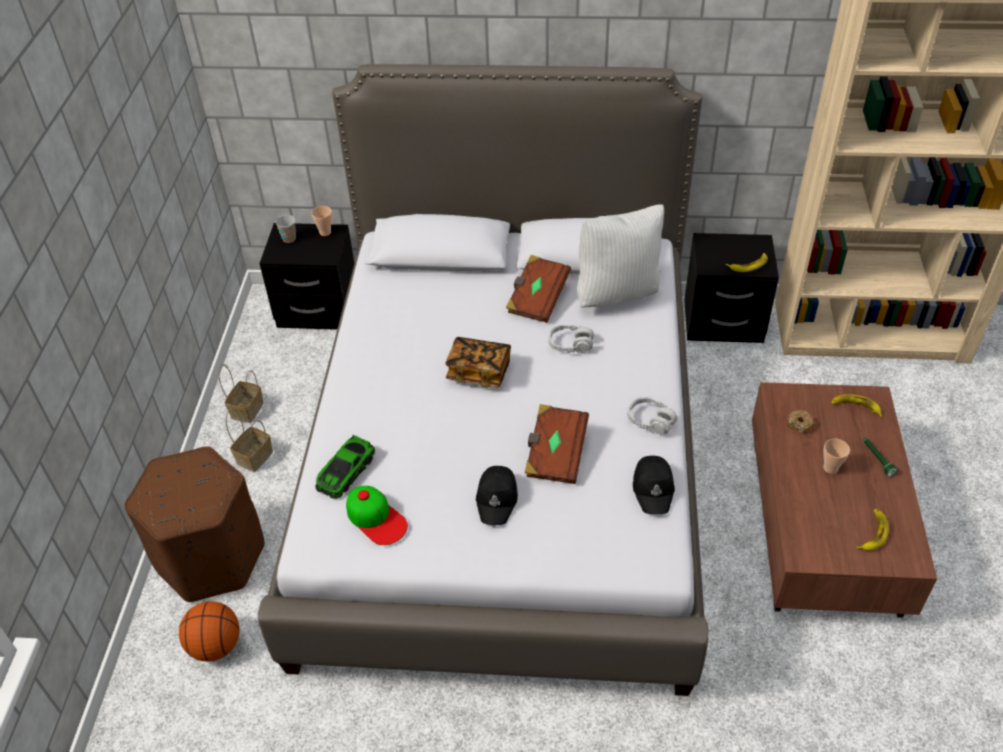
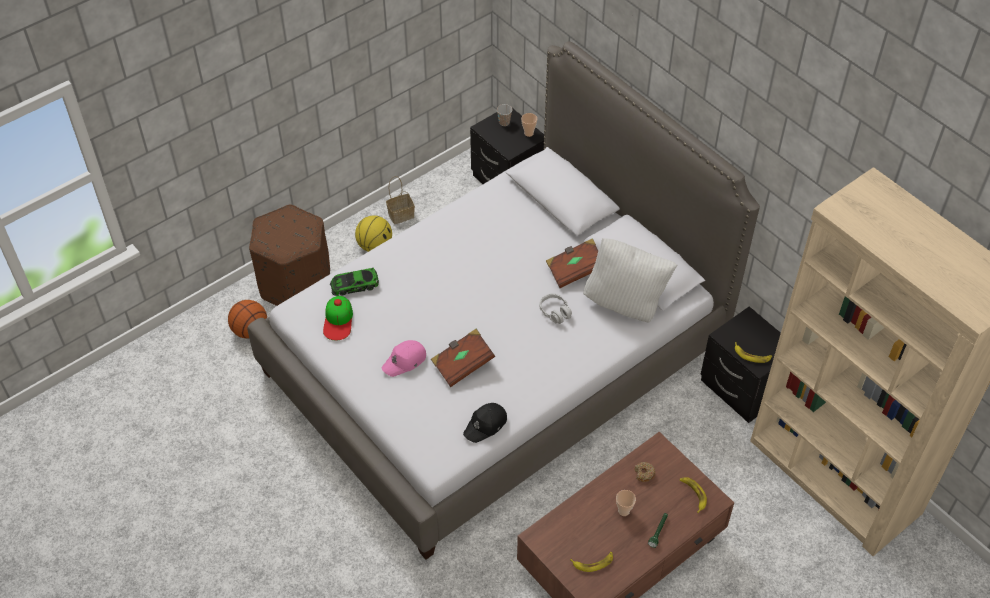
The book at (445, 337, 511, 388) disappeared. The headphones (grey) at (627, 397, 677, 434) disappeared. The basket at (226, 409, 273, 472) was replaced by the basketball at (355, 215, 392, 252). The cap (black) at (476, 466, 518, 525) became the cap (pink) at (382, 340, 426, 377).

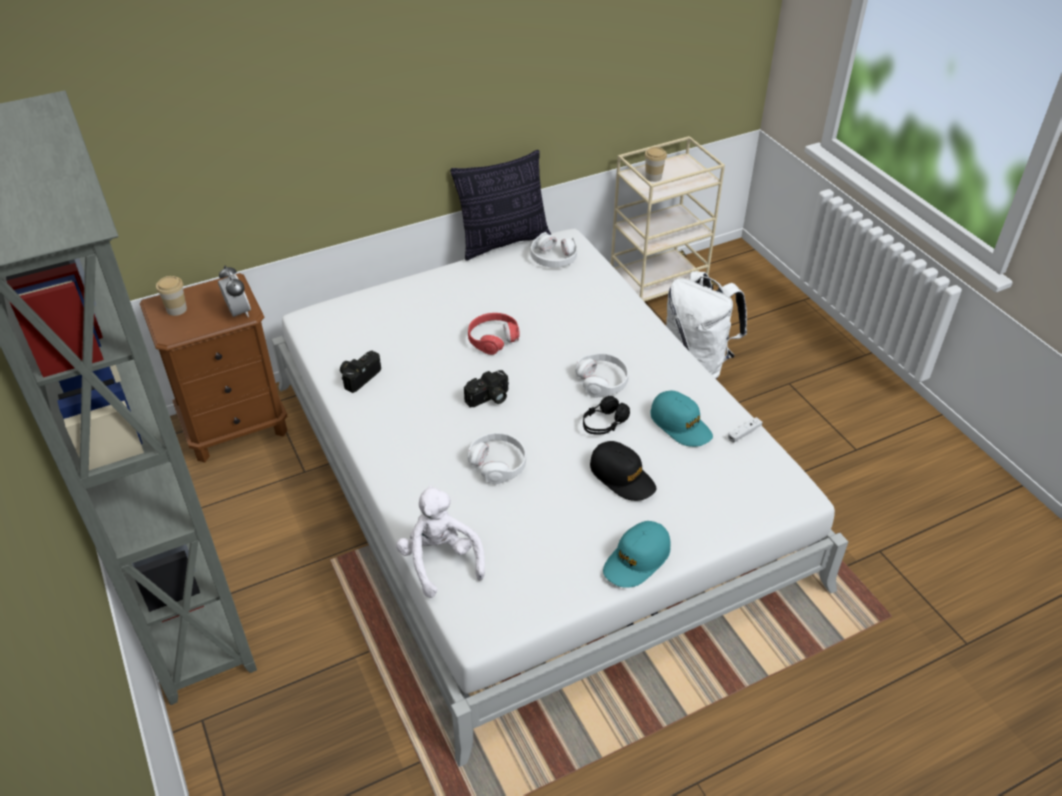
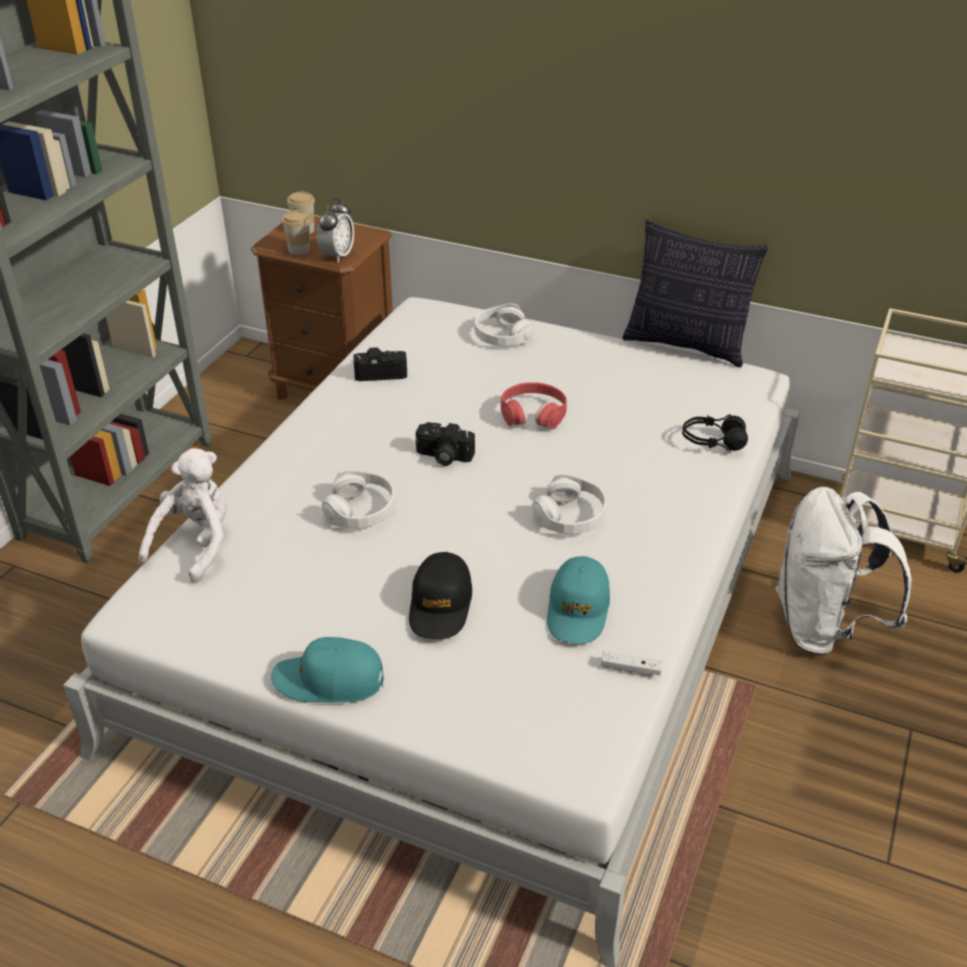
The cup moved from (645, 147, 667, 182) to (282, 210, 310, 255). The headphones (white) moved from (530, 232, 577, 268) to (474, 303, 534, 346). The headphones (black) moved from (583, 396, 630, 435) to (682, 415, 748, 451).

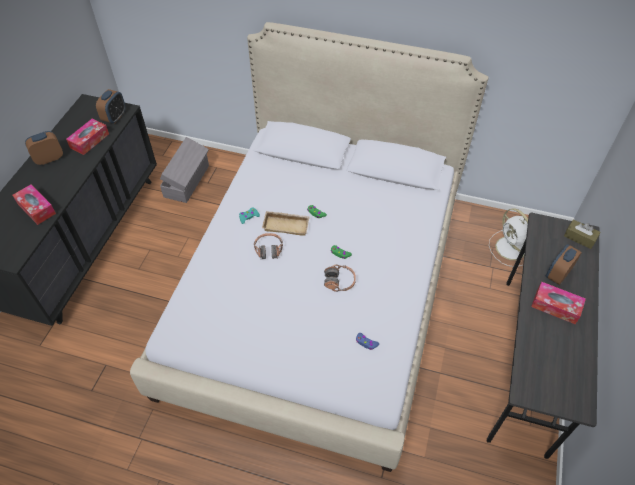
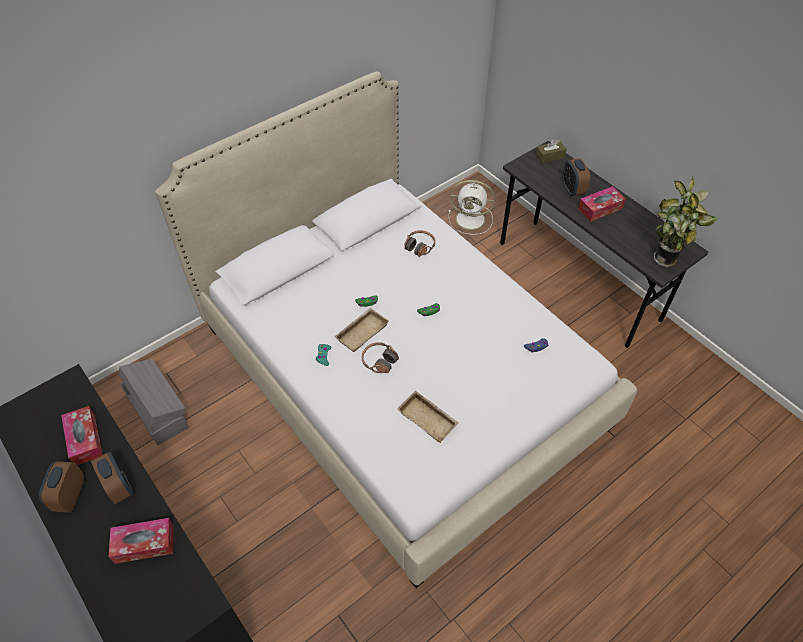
The alarm clock moved from (96, 89, 125, 123) to (91, 451, 134, 504). The headphones moved from (324, 264, 356, 292) to (404, 230, 435, 257). The potted plant at (654, 176, 718, 268) appeared. The tray (beige) at (397, 391, 459, 443) appeared.

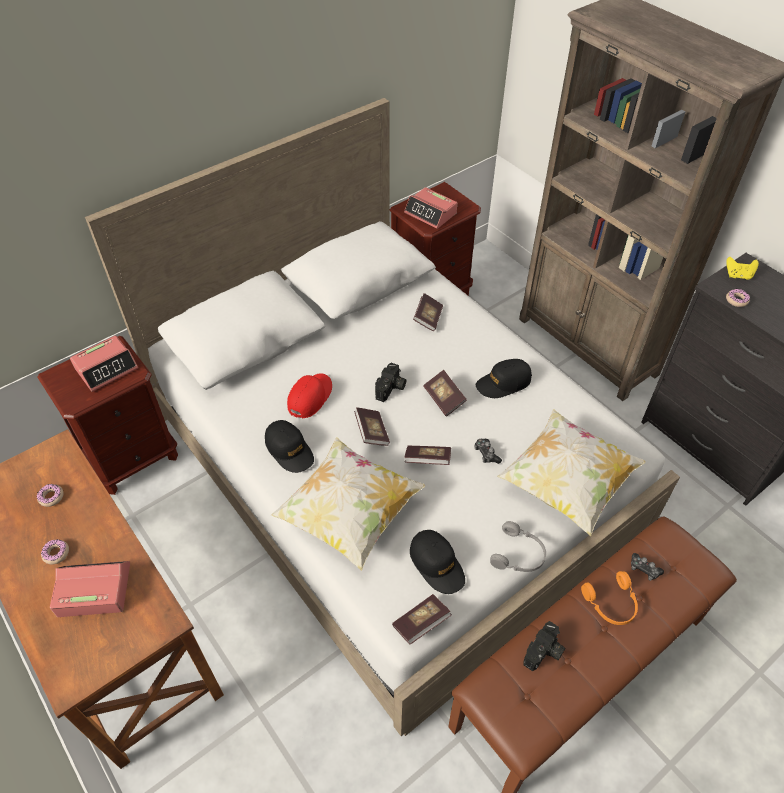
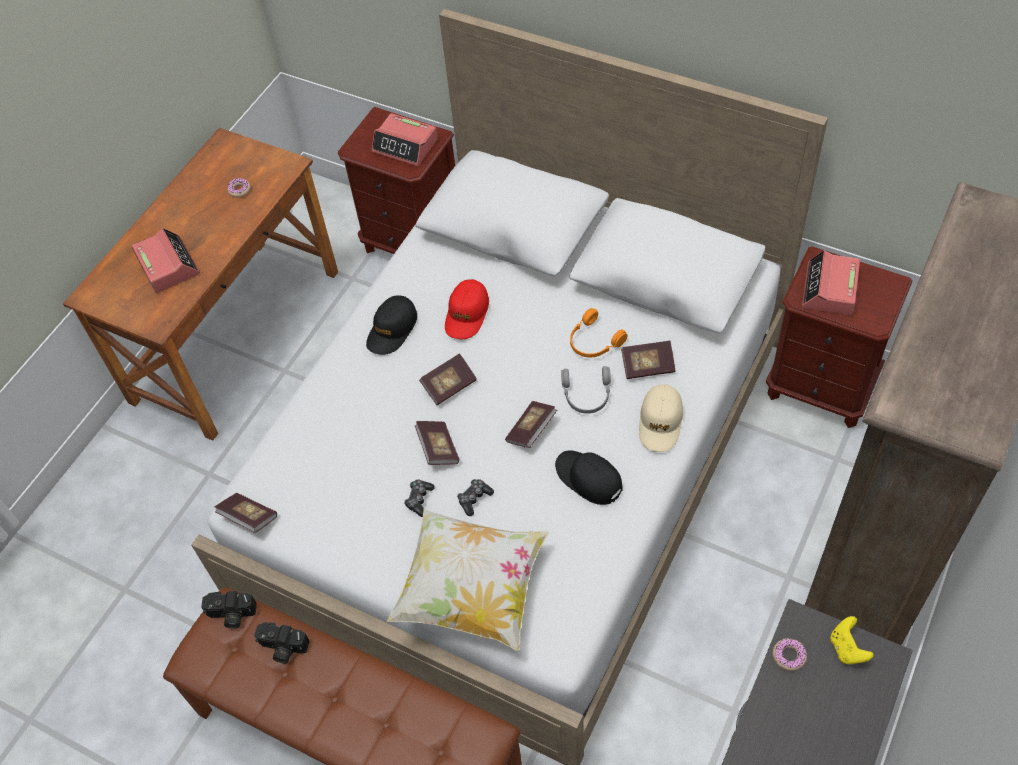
The photo camera moved from (375, 363, 406, 402) to (201, 591, 257, 629). The cap (red) at (287, 373, 332, 418) turned 105 degrees clockwise. The pillow at (271, 438, 425, 571) disappeared. The headphones (grey) moved from (490, 521, 546, 572) to (561, 366, 611, 414). The cap (black) at (410, 530, 465, 594) disappeared. The donut at (41, 540, 69, 565) disappeared. The game controller moved from (631, 553, 664, 581) to (404, 480, 435, 517). The headphones (orange) moved from (581, 571, 638, 625) to (570, 308, 627, 358). The cap (beige) at (639, 384, 683, 452) appeared.

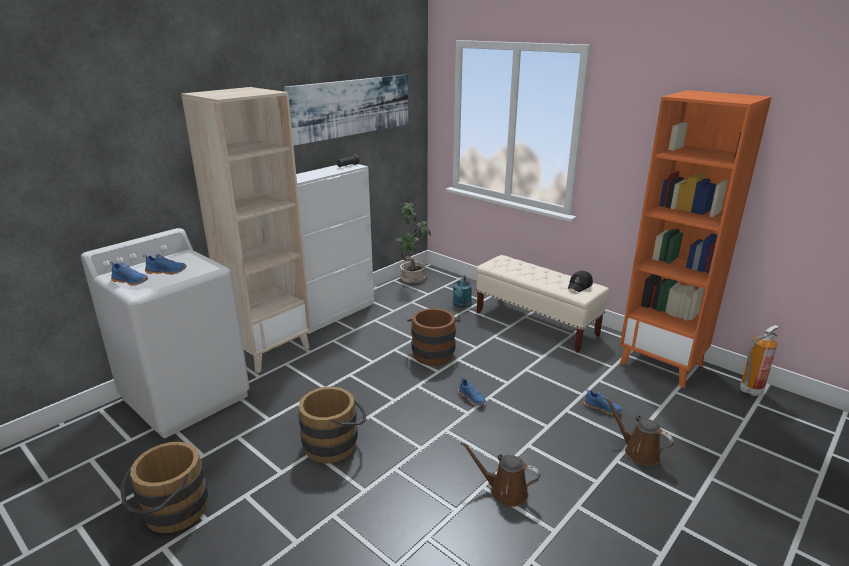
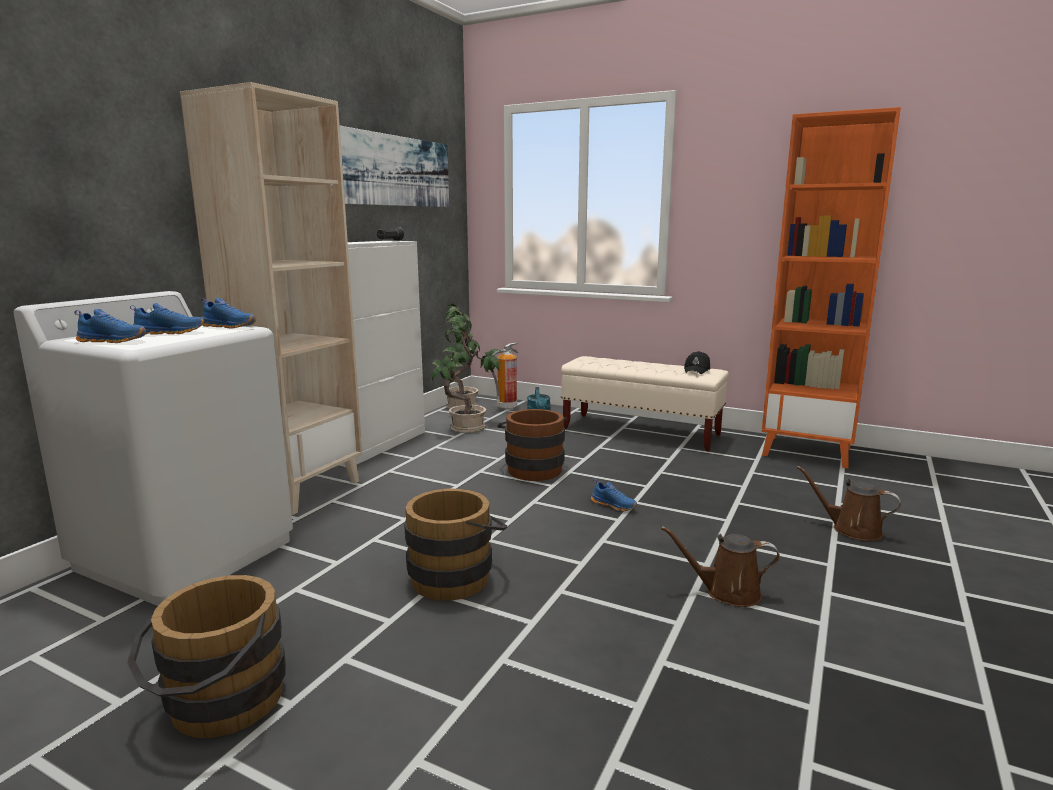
The fire extinguisher moved from (740, 325, 780, 396) to (491, 343, 519, 410). The shoe (blue) moved from (583, 389, 622, 415) to (201, 298, 256, 329). The potted plant at (432, 313, 501, 433) appeared.

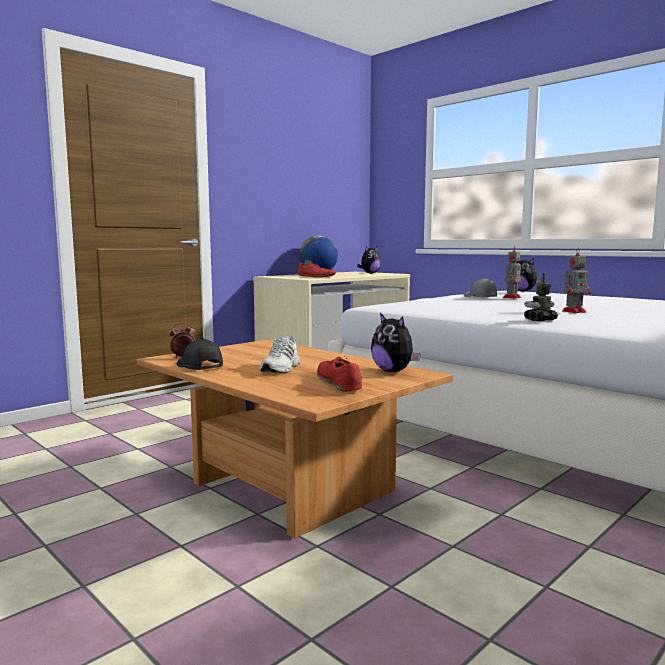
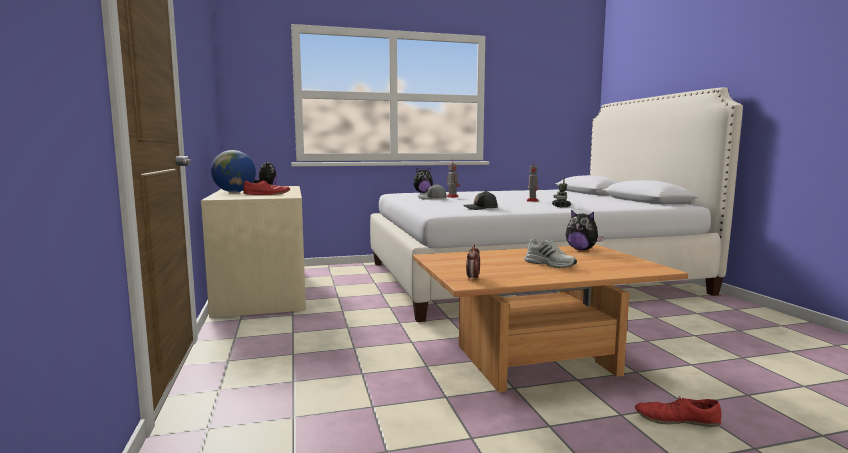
The plush toy at (371, 313, 420, 372) turned 45 degrees clockwise. The cap (black) moved from (177, 337, 223, 370) to (463, 191, 497, 210). The shoe (red) moved from (317, 357, 362, 392) to (635, 397, 721, 427).

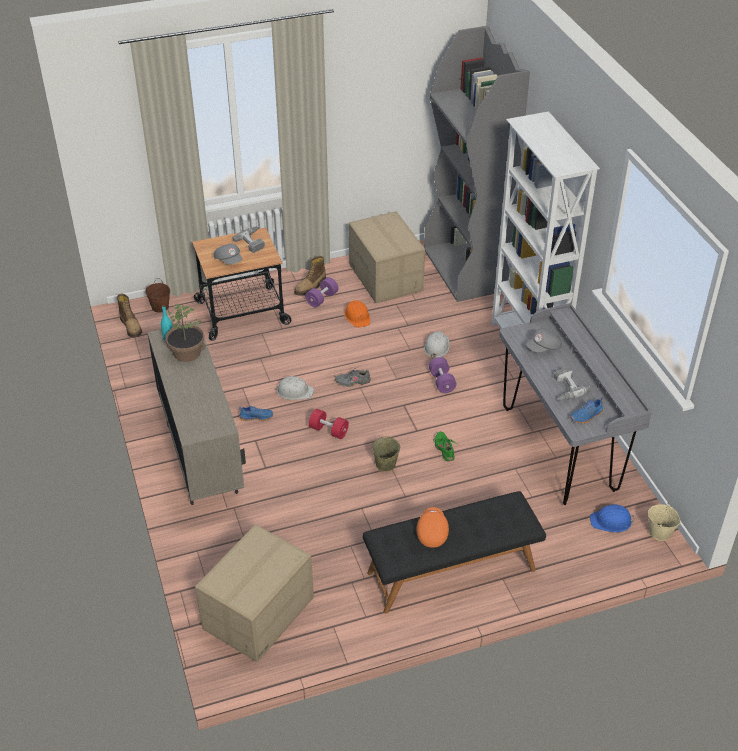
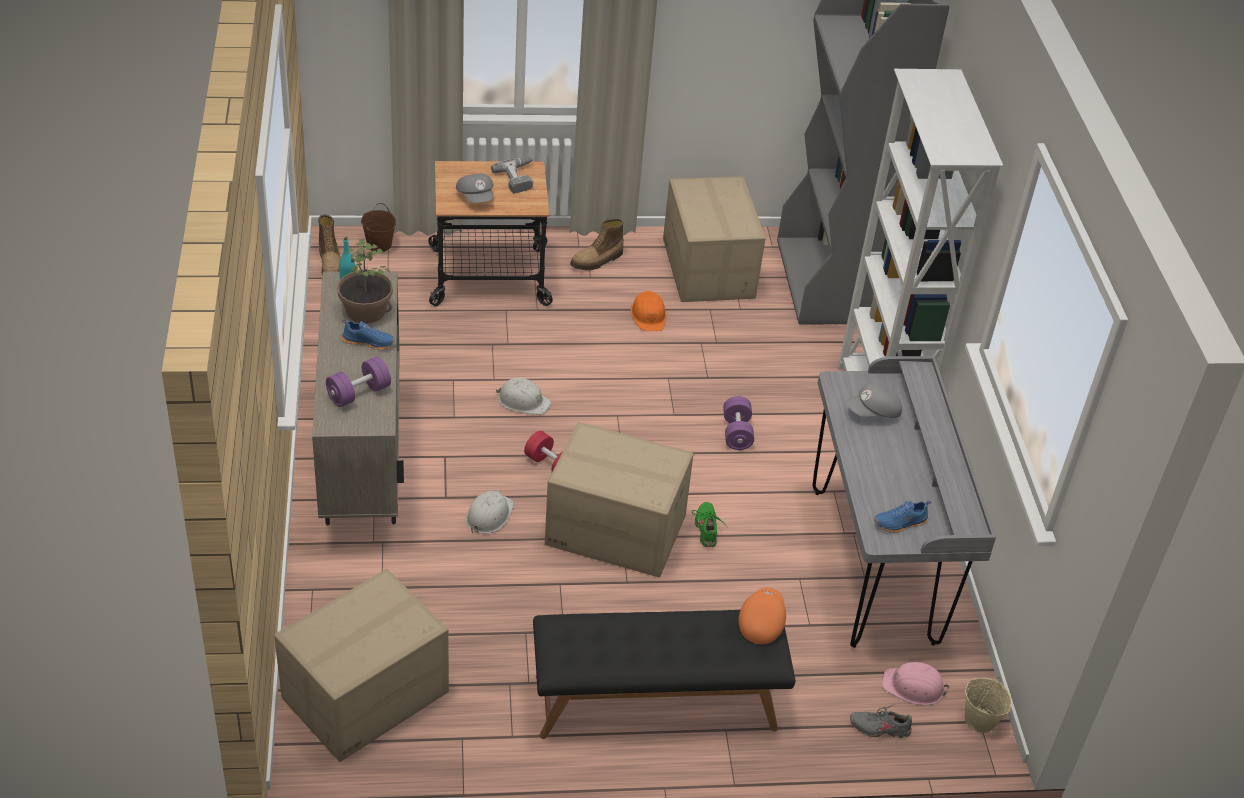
The dumbbell (purple) moved from (305, 277, 338, 307) to (326, 356, 391, 407). The hard hat (white) moved from (424, 331, 449, 359) to (466, 491, 514, 534). The shoe (grey) moved from (335, 367, 371, 387) to (850, 704, 912, 738). The power drill at (554, 367, 591, 401) disappeared. The shoe (blue) moved from (239, 406, 273, 421) to (342, 319, 395, 350). The bucket (beige) at (372, 436, 400, 472) was replaced by the cardboard box at (545, 422, 693, 577). The hard hat (blue) at (590, 505, 635, 532) became the hard hat (pink) at (882, 662, 949, 705). The cap (orange) moved from (417, 507, 449, 548) to (738, 587, 786, 644).

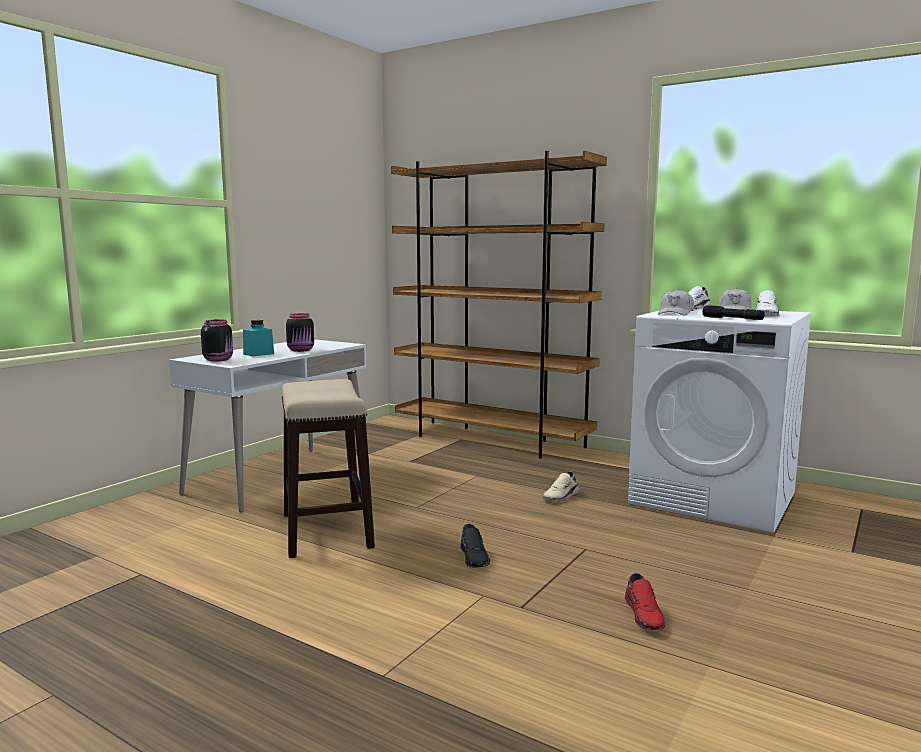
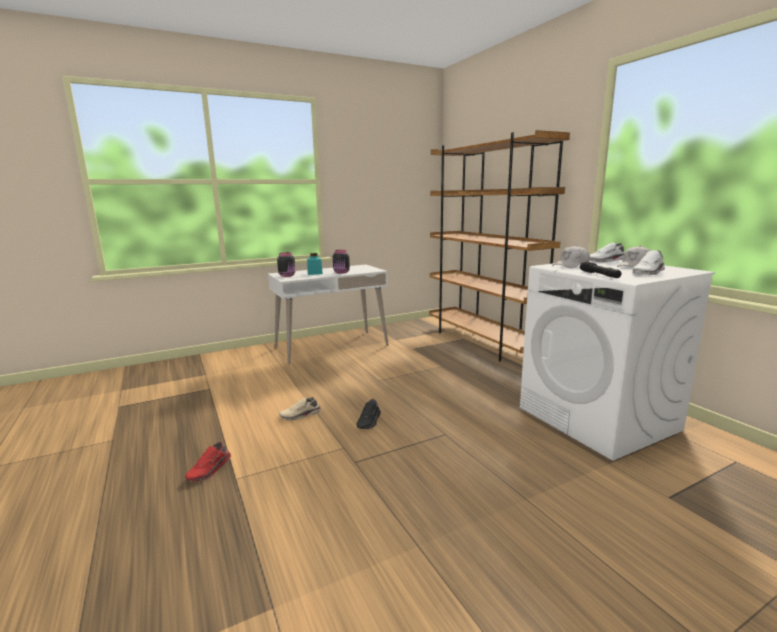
The stool at (282, 379, 375, 558) disappeared. The shoe (beige) moved from (543, 471, 579, 502) to (279, 397, 321, 421). The shoe (red) moved from (625, 573, 666, 630) to (185, 442, 231, 482).

